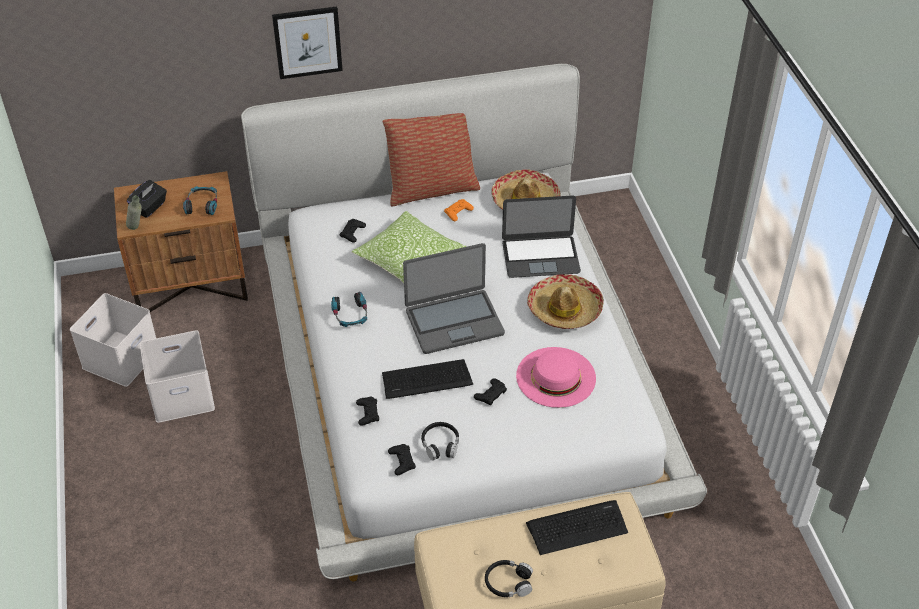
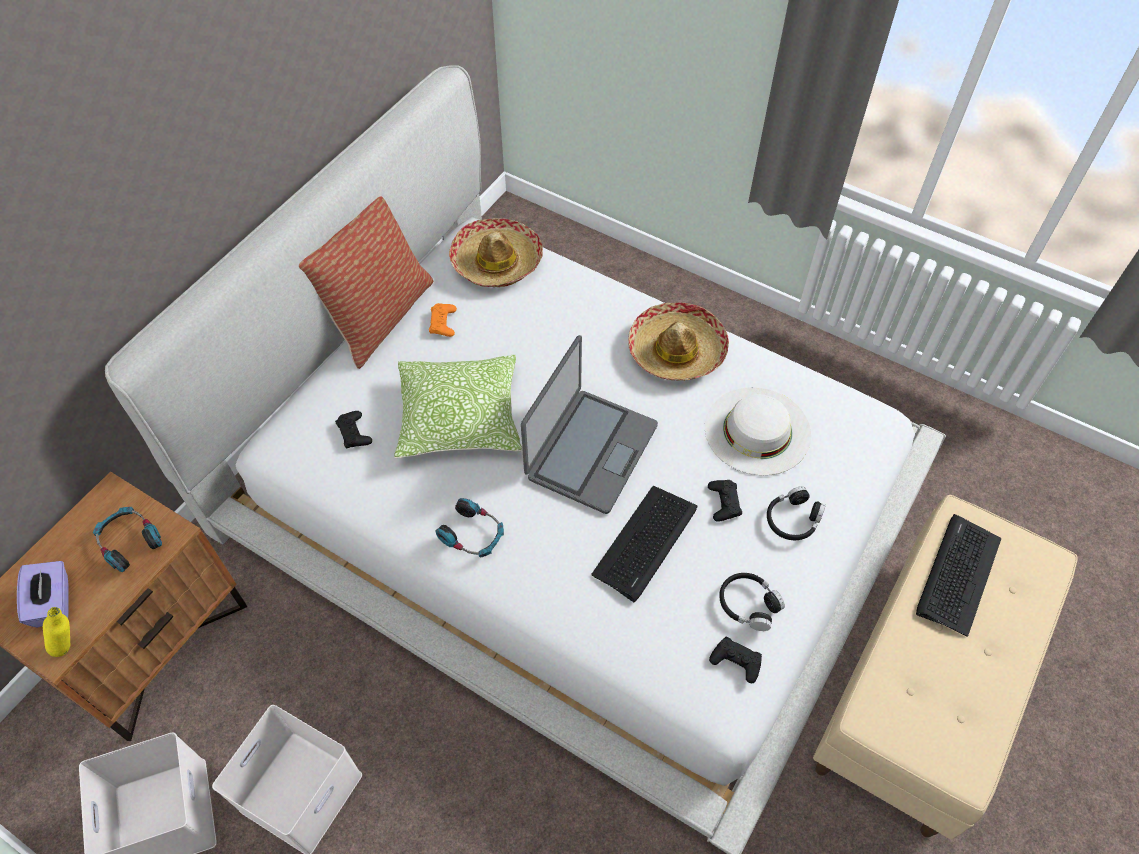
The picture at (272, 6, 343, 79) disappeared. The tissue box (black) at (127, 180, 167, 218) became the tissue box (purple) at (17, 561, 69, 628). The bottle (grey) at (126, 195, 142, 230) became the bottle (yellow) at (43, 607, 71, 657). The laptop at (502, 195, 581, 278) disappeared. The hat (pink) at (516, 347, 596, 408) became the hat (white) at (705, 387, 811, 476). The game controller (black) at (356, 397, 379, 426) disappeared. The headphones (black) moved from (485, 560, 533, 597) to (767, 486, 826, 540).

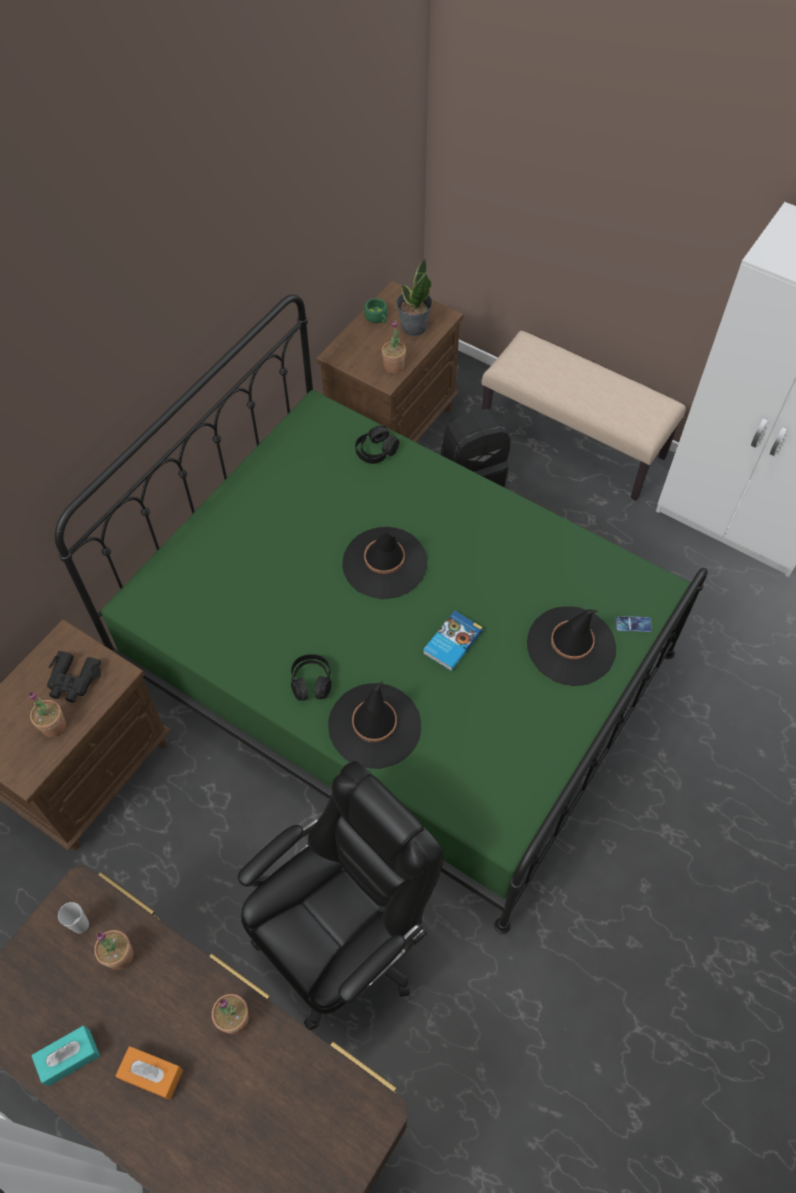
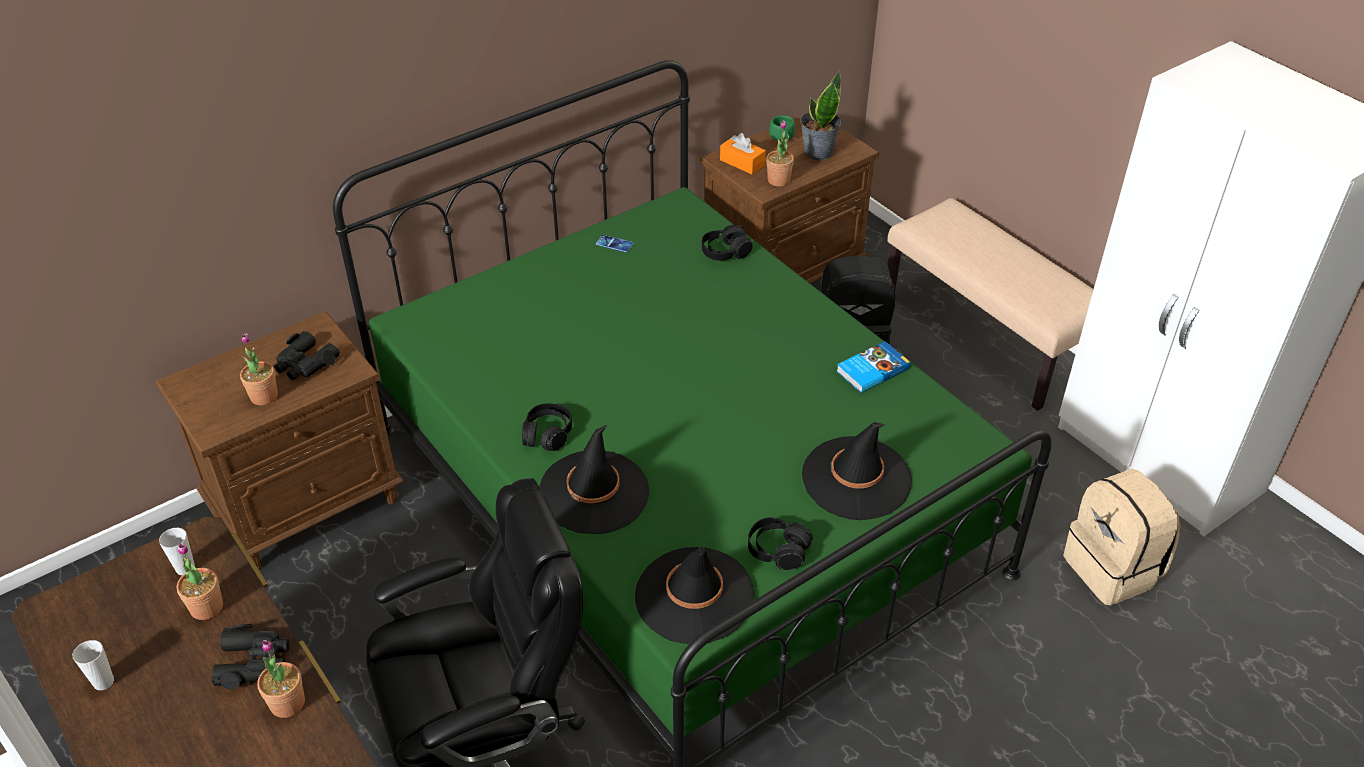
The hat (black) moved from (342, 527, 427, 599) to (635, 547, 754, 644). The book moved from (423, 611, 483, 671) to (836, 341, 911, 393). The phone moved from (616, 616, 652, 632) to (595, 235, 634, 252). The tissue box (turquoise) at (31, 1026, 100, 1086) was replaced by the cup at (73, 640, 114, 690). The tissue box (orange) moved from (115, 1046, 183, 1100) to (720, 133, 766, 174). The backpack (beige) at (1063, 469, 1181, 606) appeared. The headphones (black) at (748, 517, 813, 570) appeared. The binoculars (black) at (211, 624, 289, 690) appeared.

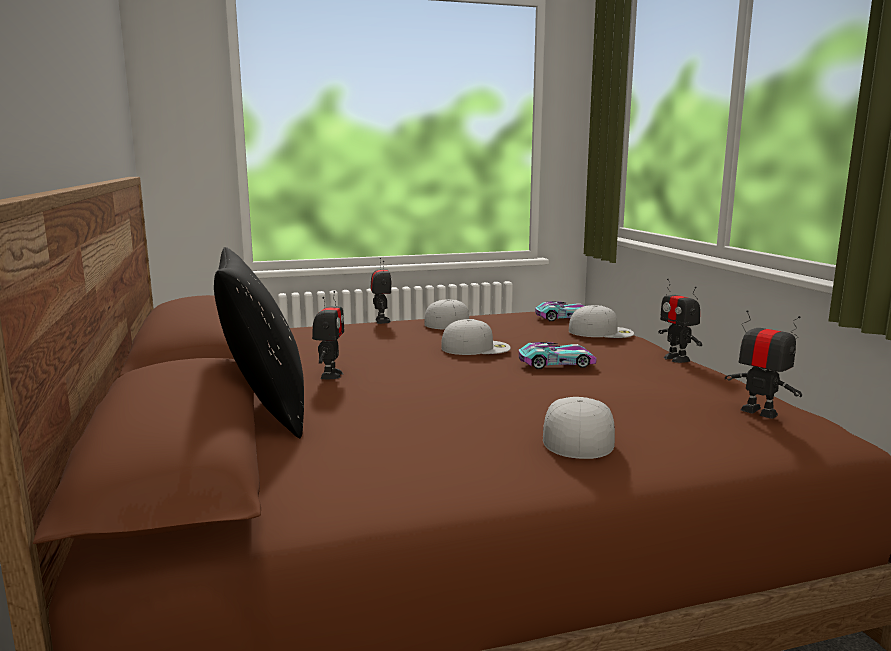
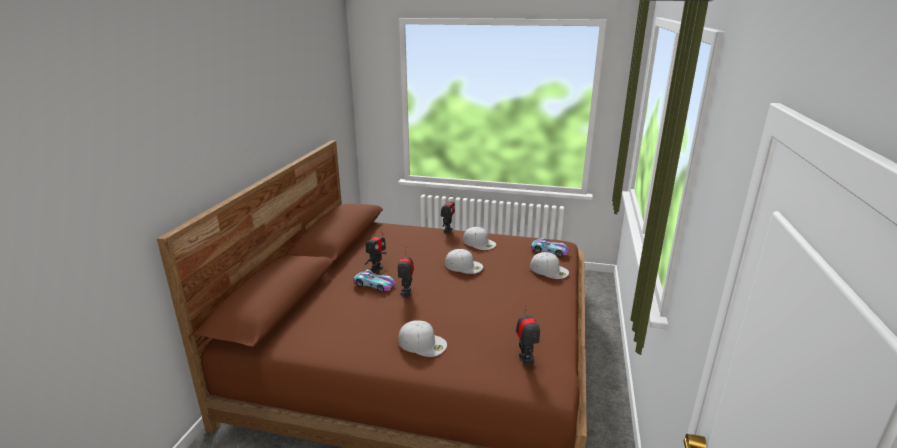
The pillow (black) at (214, 247, 304, 439) disappeared. The toy robot moved from (658, 279, 702, 363) to (397, 256, 414, 297). The toy car moved from (519, 342, 596, 369) to (354, 270, 396, 292). The cap (white) at (543, 397, 615, 459) turned 75 degrees clockwise.

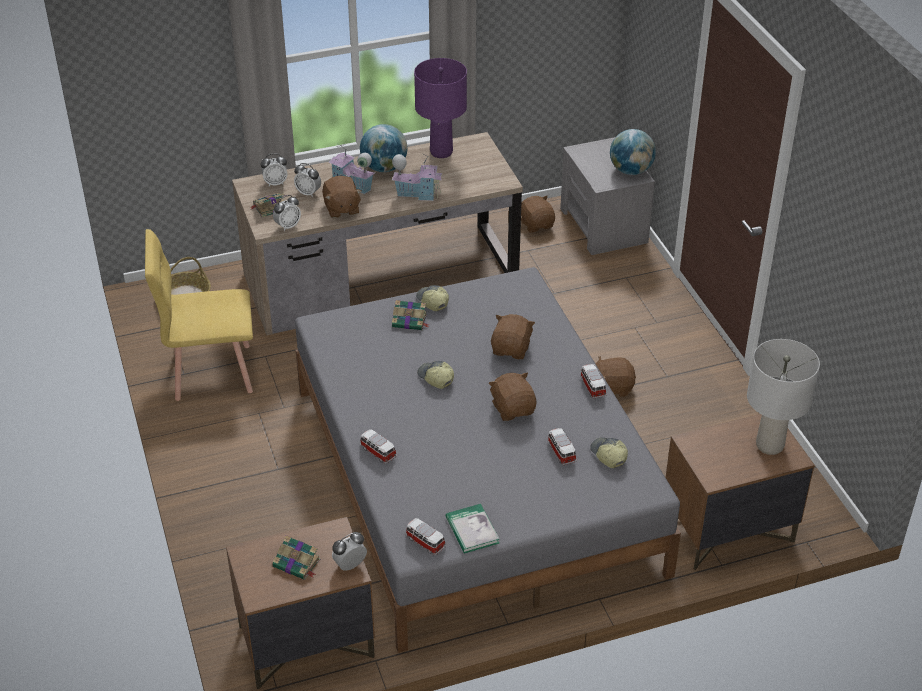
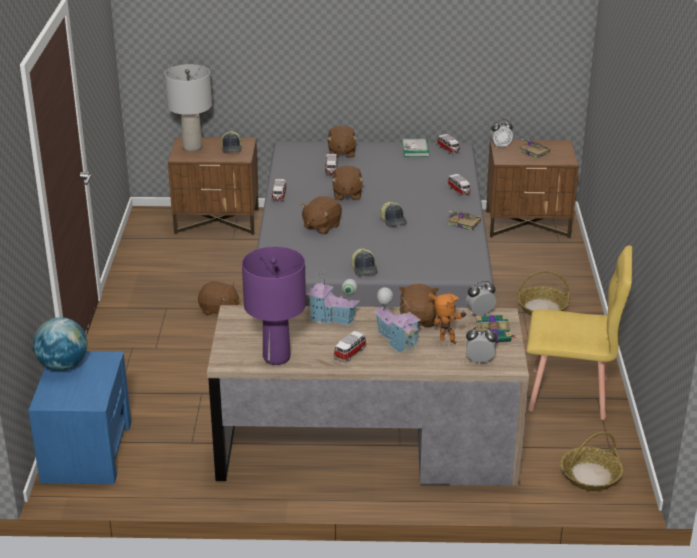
The globe at (360, 124, 408, 172) was replaced by the toy car at (334, 331, 366, 362). The nightstand (grey) at (560, 137, 655, 255) became the nightstand (blue) at (28, 351, 131, 484). The alarm clock at (294, 163, 321, 197) was replaced by the toy robot at (428, 293, 467, 344). The plush toy (brown) moved from (521, 196, 555, 233) to (327, 125, 358, 158). The book moved from (392, 300, 430, 330) to (448, 211, 481, 231). The cap moved from (590, 437, 628, 468) to (221, 131, 242, 153). The basket at (517, 271, 569, 315) appeared.

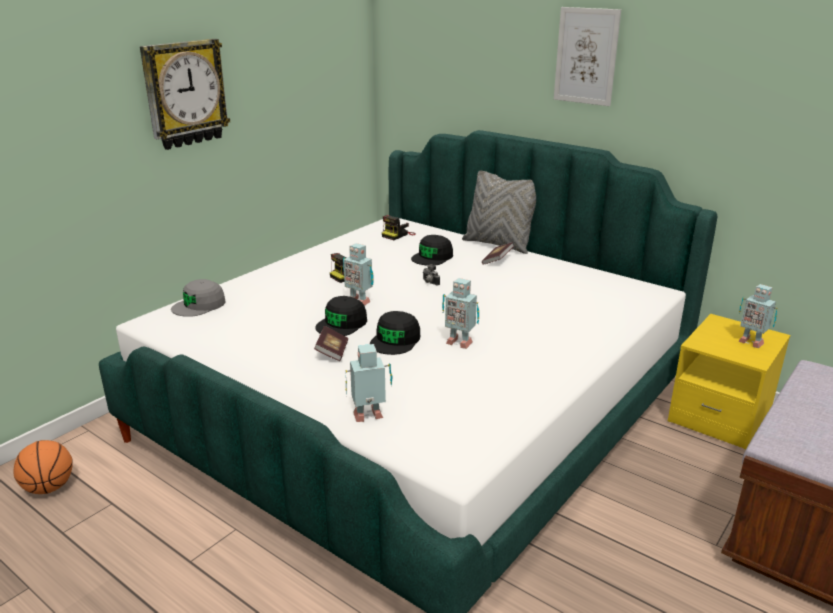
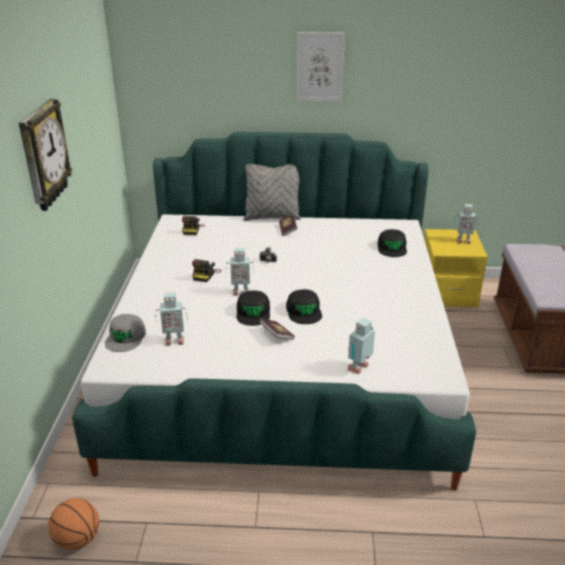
The cap (black) moved from (411, 235, 453, 266) to (378, 229, 407, 257). The toy robot moved from (442, 278, 479, 349) to (155, 292, 188, 346).

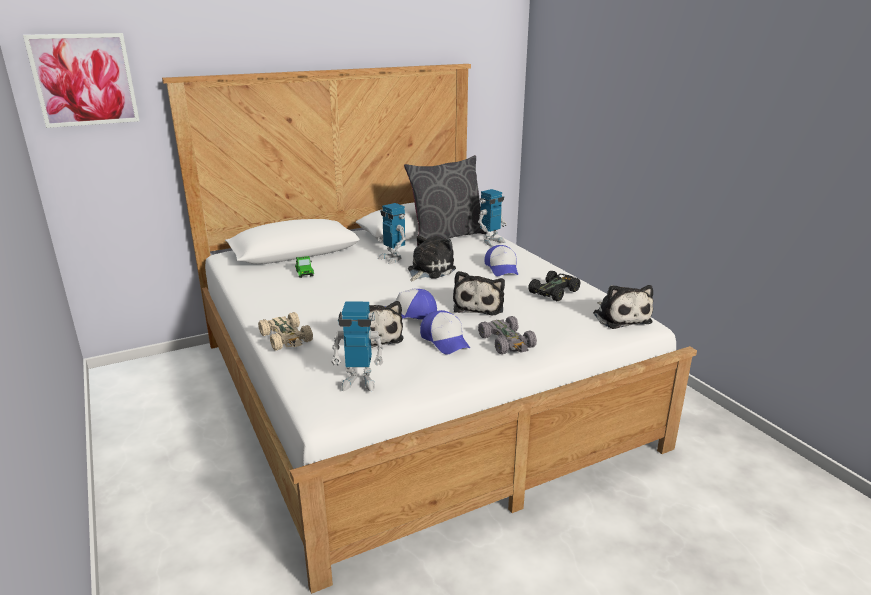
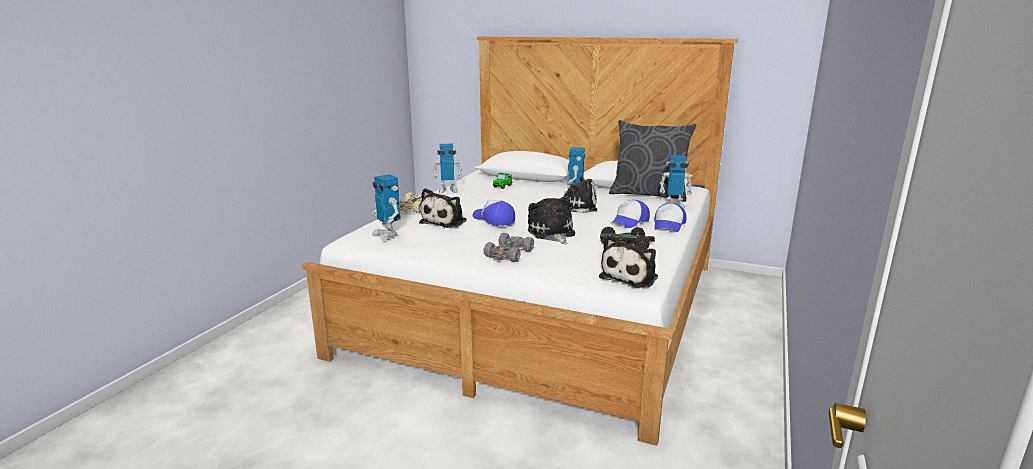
The picture at (23, 33, 139, 128) disappeared. The plush toy at (453, 271, 505, 315) turned 105 degrees clockwise. The cap moved from (420, 310, 470, 354) to (654, 203, 687, 232). The toy robot at (433, 144, 462, 194) appeared.

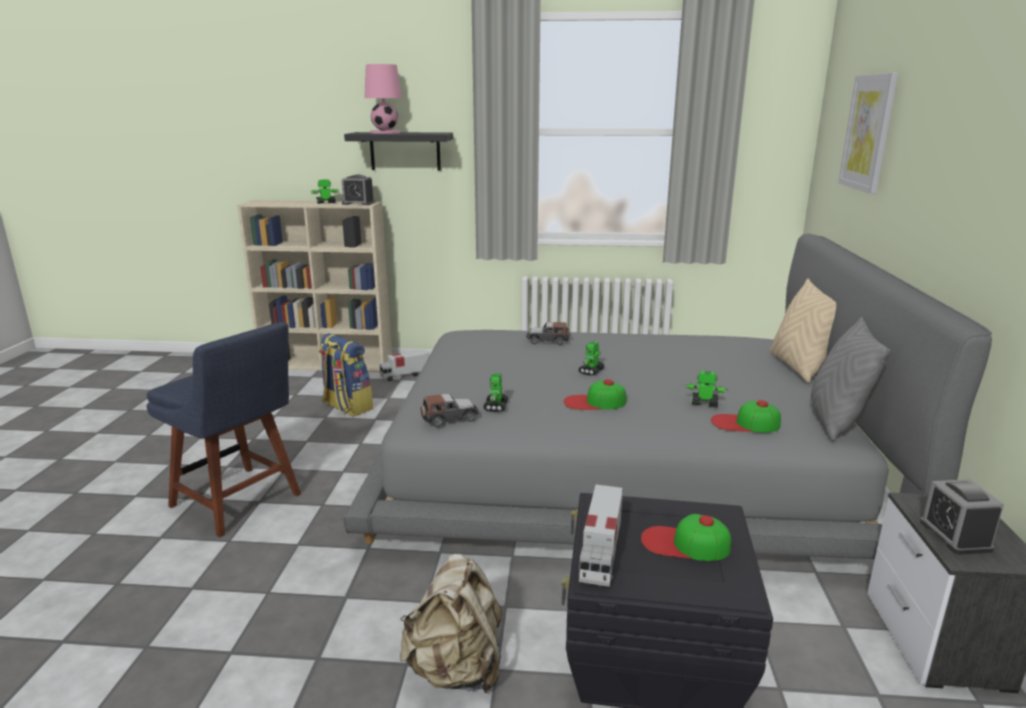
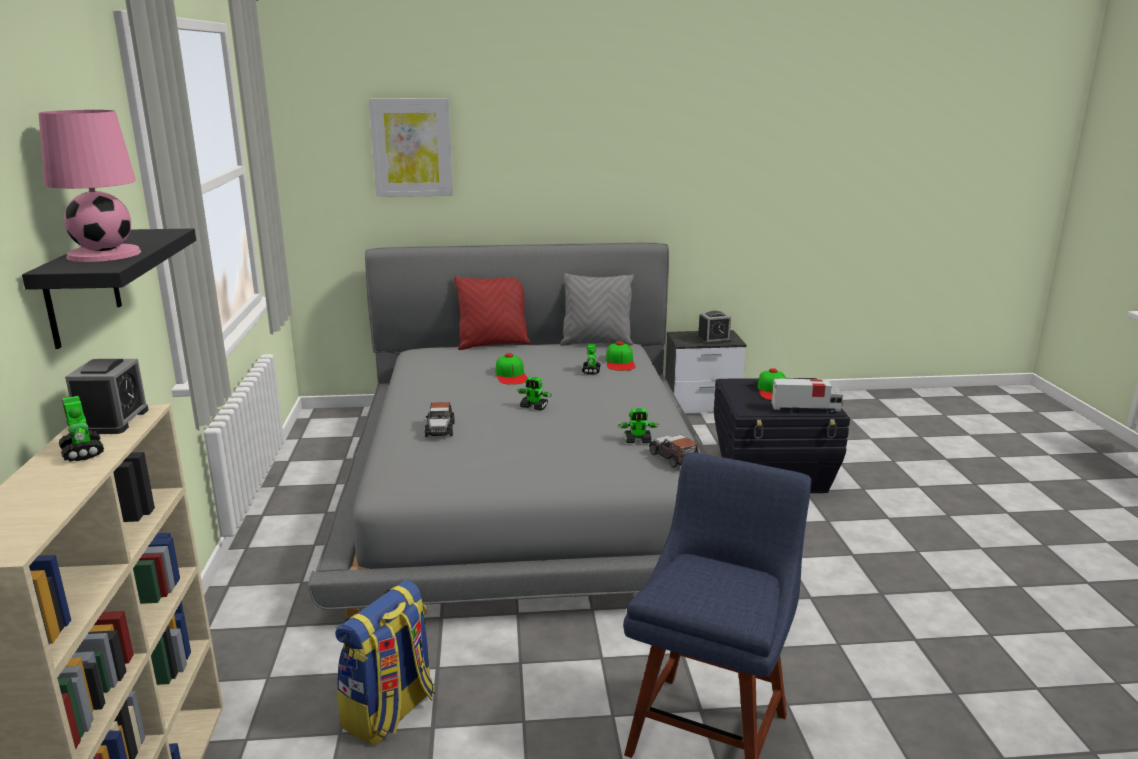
The pillow (beige) at (769, 278, 836, 383) became the pillow (red) at (454, 276, 531, 350). The toy truck at (379, 350, 430, 381) disappeared. The cap moved from (564, 379, 626, 410) to (496, 353, 528, 385). The backpack (beige) at (400, 554, 502, 693) disappeared.

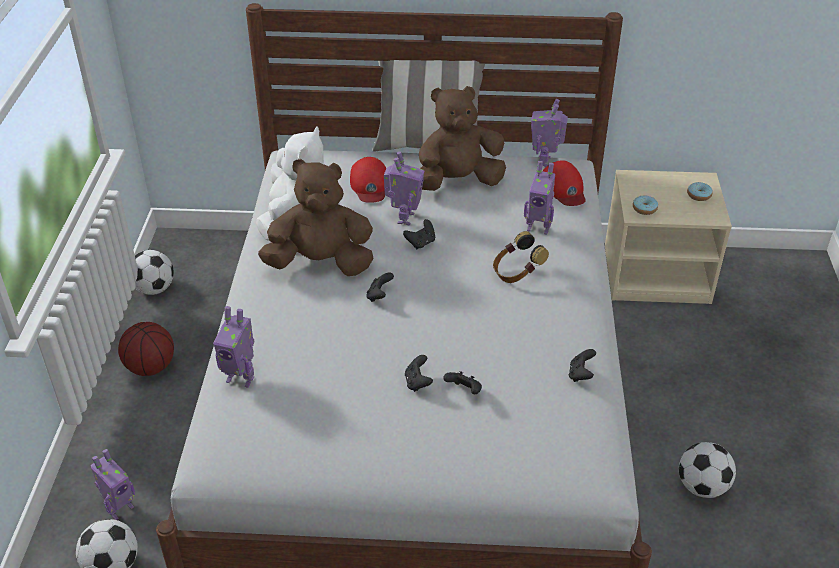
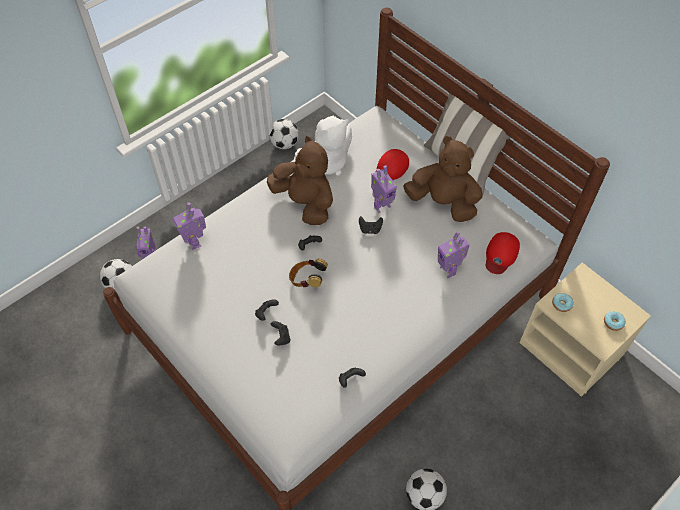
The toy robot at (531, 99, 568, 167) disappeared. The headphones moved from (493, 231, 549, 283) to (289, 258, 328, 287). The basketball at (118, 322, 174, 376) disappeared.

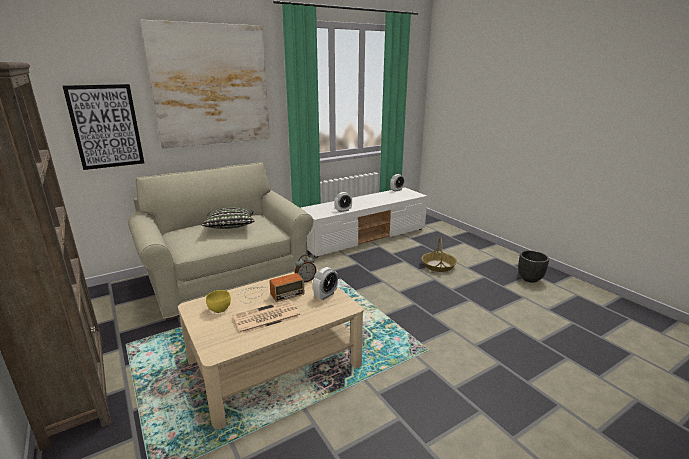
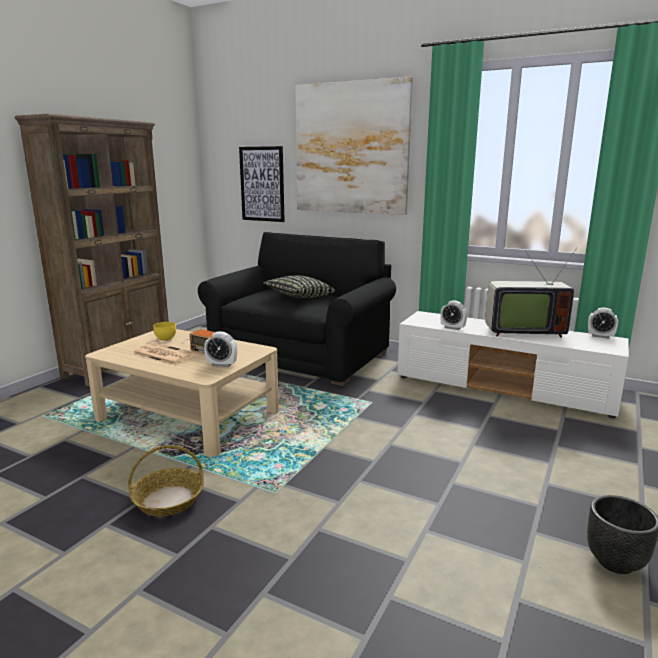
The sofa (beige) at (128, 162, 313, 320) became the sofa (black) at (198, 232, 396, 386). The basket moved from (421, 237, 457, 272) to (128, 445, 204, 516). The alarm clock at (295, 255, 316, 282) disappeared. The television at (485, 248, 577, 338) appeared.

